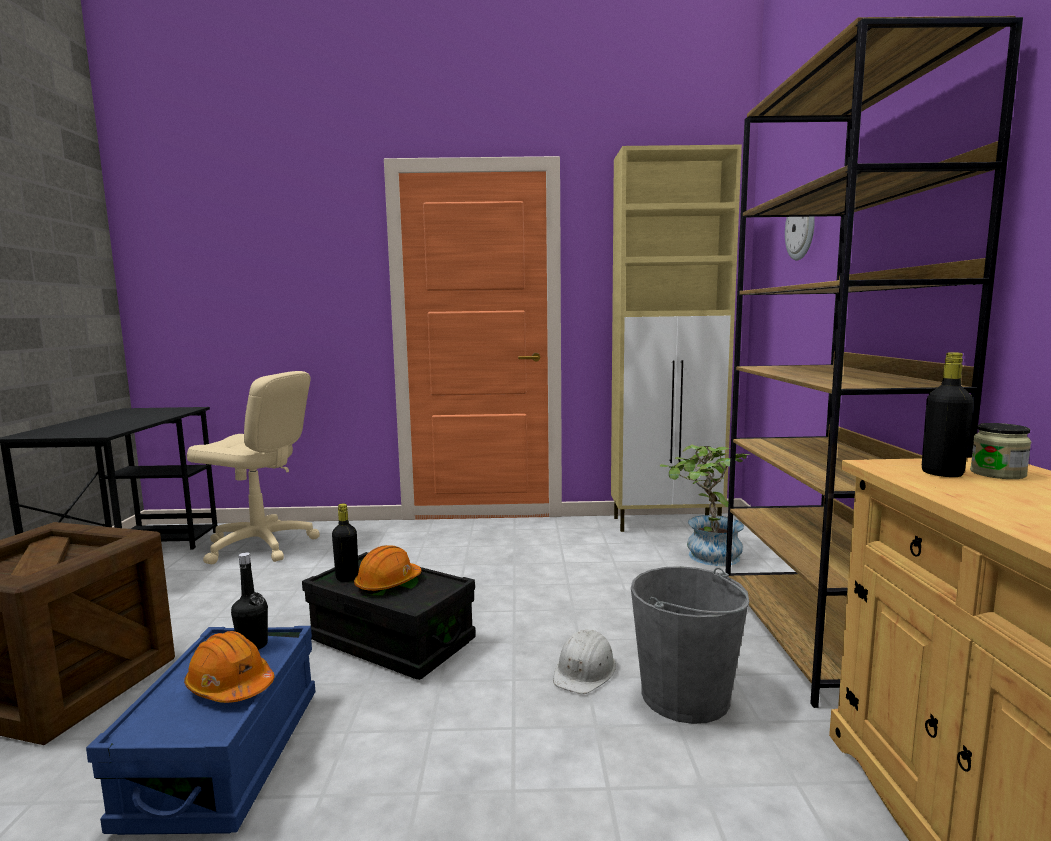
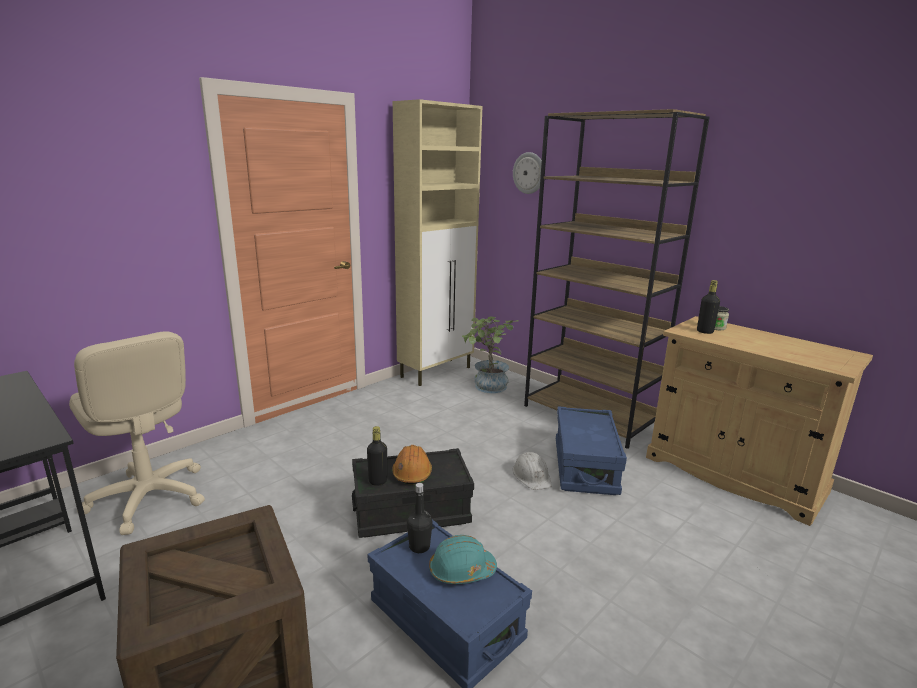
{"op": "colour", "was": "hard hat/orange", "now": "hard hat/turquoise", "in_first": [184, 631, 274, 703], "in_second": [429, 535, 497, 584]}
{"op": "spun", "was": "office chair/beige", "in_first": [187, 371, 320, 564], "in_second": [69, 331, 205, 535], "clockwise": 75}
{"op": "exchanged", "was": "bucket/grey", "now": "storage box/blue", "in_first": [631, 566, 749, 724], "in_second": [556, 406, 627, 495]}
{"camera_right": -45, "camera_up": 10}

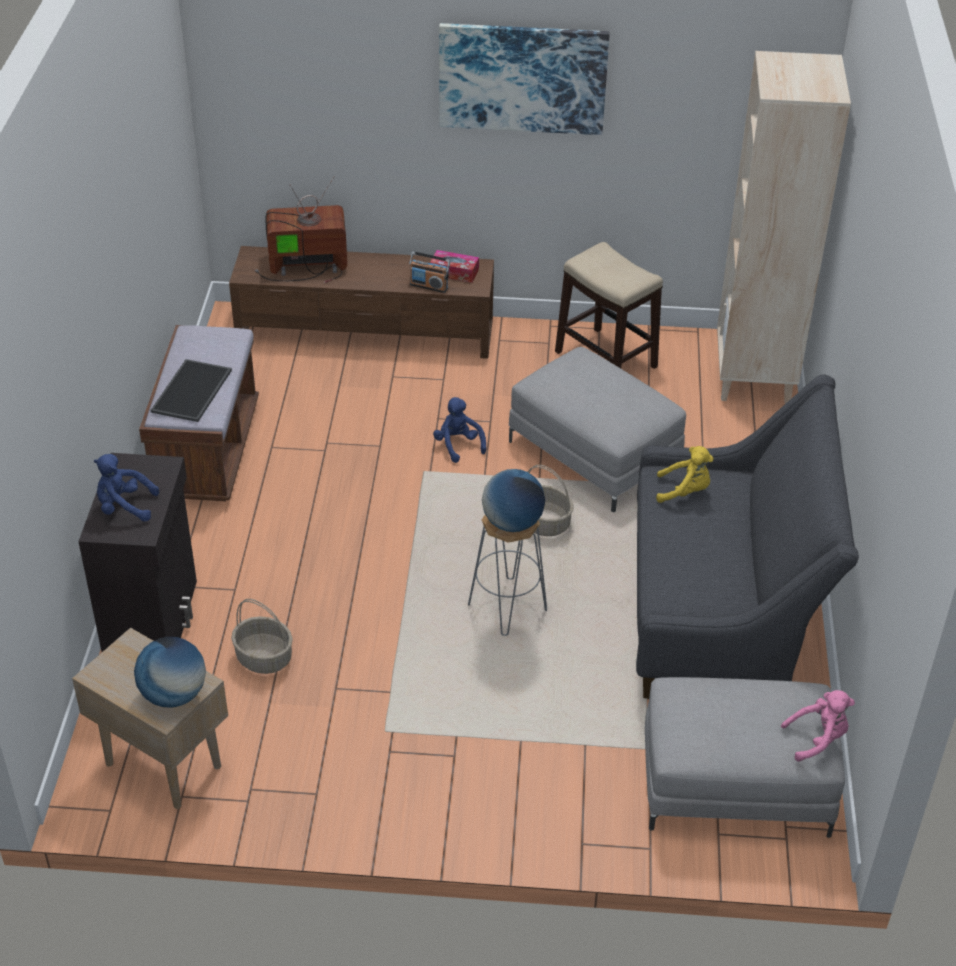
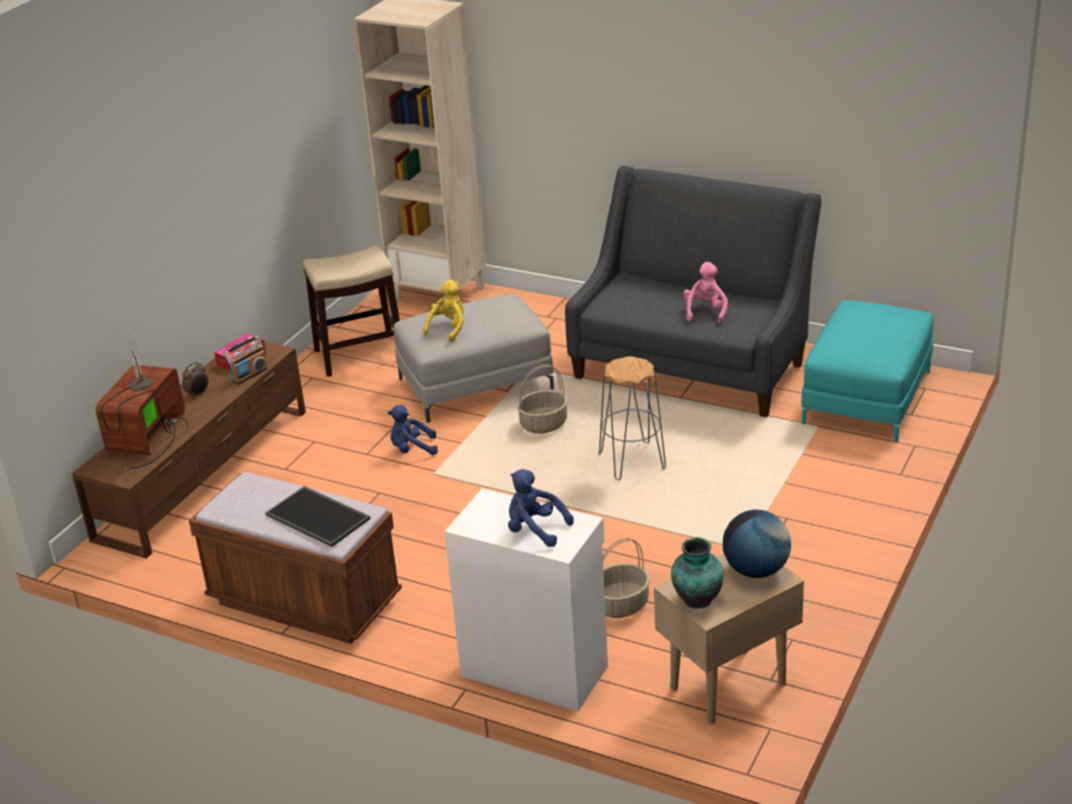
{"op": "colour", "was": "cabinet/black", "now": "cabinet/white", "in_first": [78, 453, 197, 652], "in_second": [445, 488, 608, 711]}
{"op": "spun", "was": "plush toy/blue", "in_first": [94, 454, 159, 522], "in_second": [508, 469, 574, 547], "clockwise": 90}
{"op": "missing", "was": "picture", "in_first": [439, 23, 610, 135]}
{"op": "missing", "was": "globe", "in_first": [482, 469, 545, 532]}
{"op": "colour", "was": "ottoman/grey", "now": "ottoman/turquoise", "in_first": [645, 677, 845, 838], "in_second": [801, 300, 934, 442]}
{"op": "relocated", "was": "plush toy/yellow", "in_first": [656, 446, 714, 503], "in_second": [423, 280, 464, 342]}
{"op": "relocated", "was": "plush toy/pink", "in_first": [781, 690, 855, 762], "in_second": [683, 262, 728, 324]}
{"op": "appeared", "now": "alarm clock", "in_second": [182, 362, 208, 399]}
{"op": "appeared", "now": "vase", "in_second": [671, 537, 724, 609]}
{"camera_right": -65, "camera_up": -10}

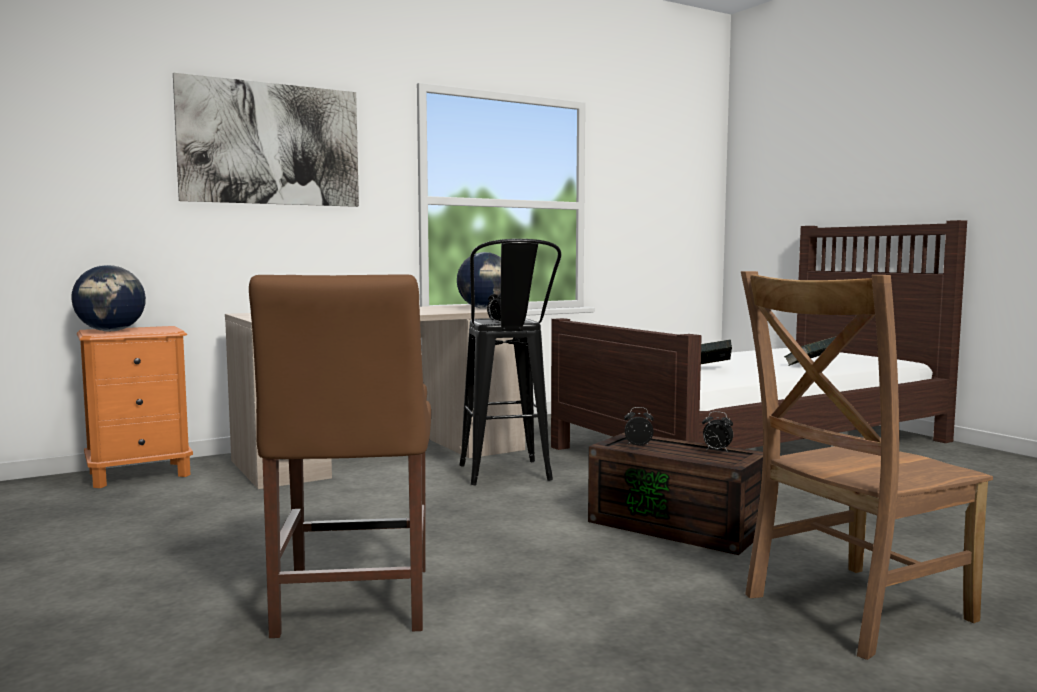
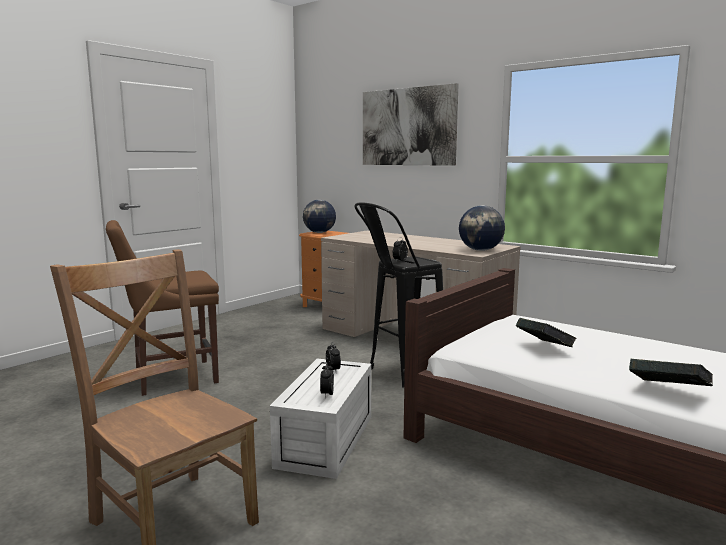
{"op": "colour", "was": "storage box/brown", "now": "storage box/white", "in_first": [588, 432, 763, 555], "in_second": [270, 358, 371, 479]}
{"camera_right": 70, "camera_up": 5}

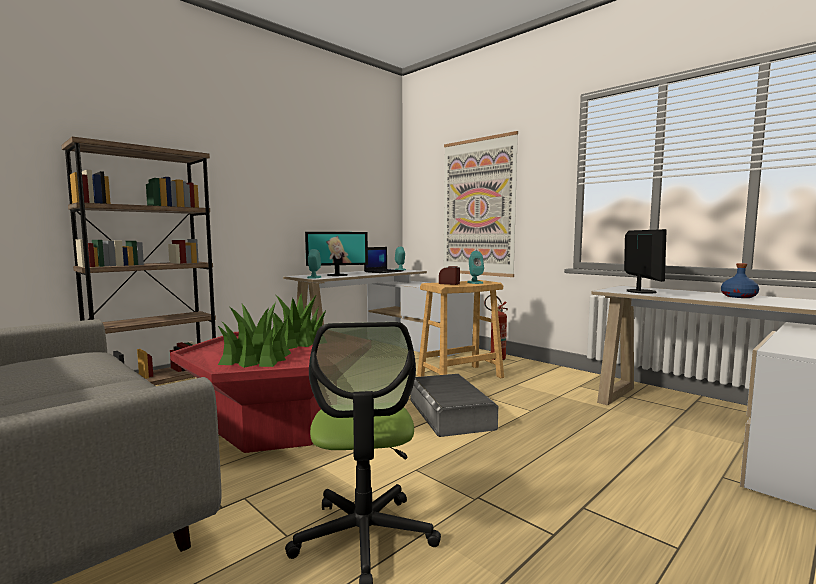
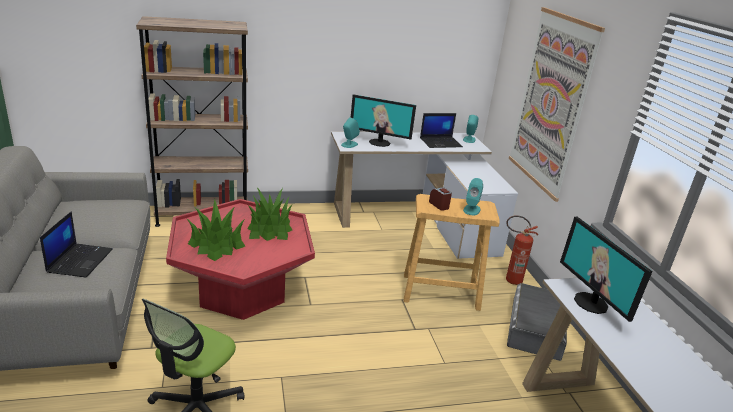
{"op": "relocated", "was": "storage box/grey", "in_first": [410, 374, 498, 437], "in_second": [507, 283, 567, 361]}
{"op": "spun", "was": "monitor", "in_first": [624, 229, 667, 294], "in_second": [560, 217, 652, 322], "clockwise": 120}
{"op": "missing", "was": "bottle/blue", "in_first": [721, 263, 759, 298]}
{"op": "appeared", "now": "laptop", "in_second": [40, 211, 113, 278]}
{"camera_right": 30, "camera_up": 20}

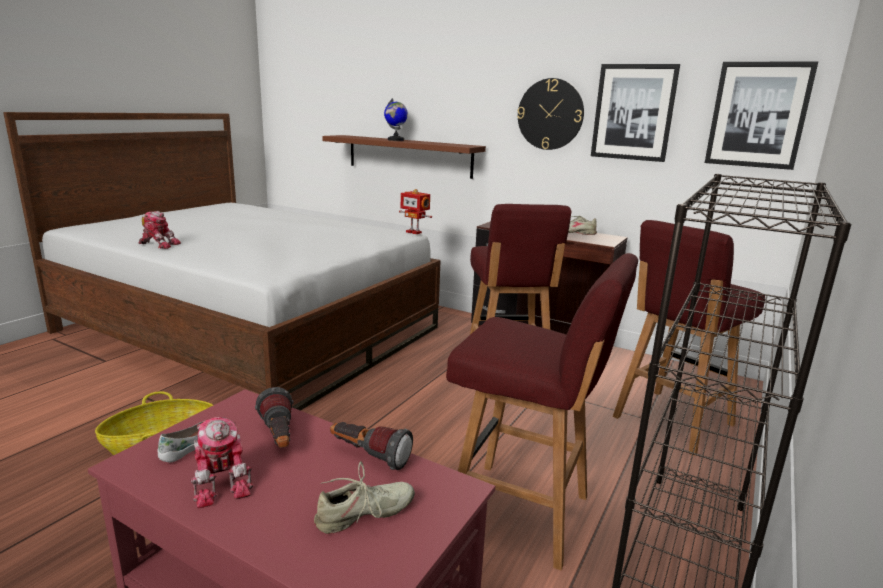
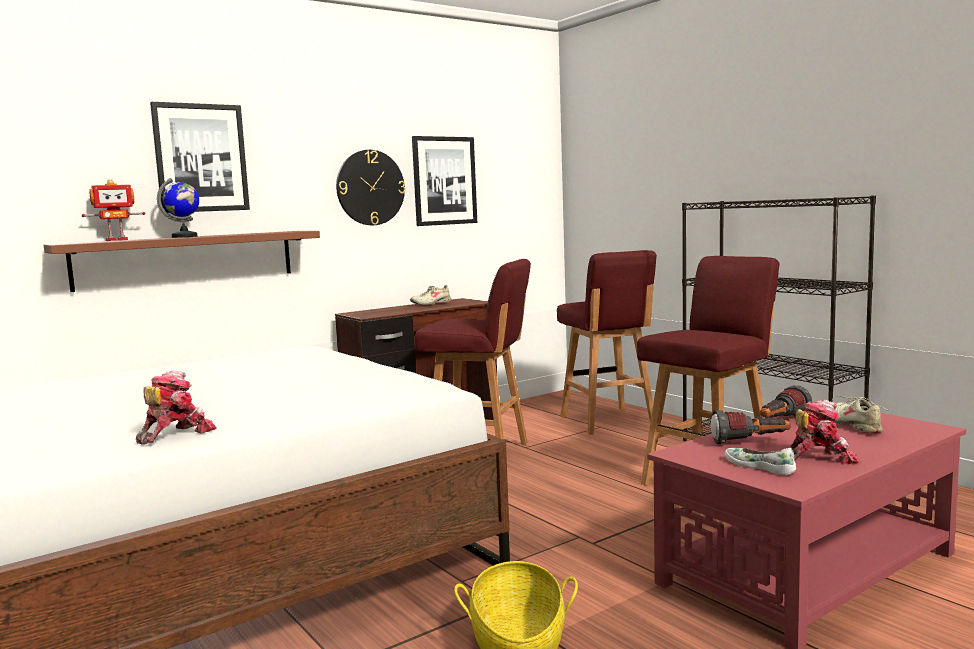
{"op": "relocated", "was": "toy robot", "in_first": [399, 189, 432, 234], "in_second": [82, 179, 145, 241]}
{"op": "relocated", "was": "picture", "in_first": [705, 62, 818, 170], "in_second": [150, 102, 250, 213]}
{"camera_right": -65, "camera_up": -10}

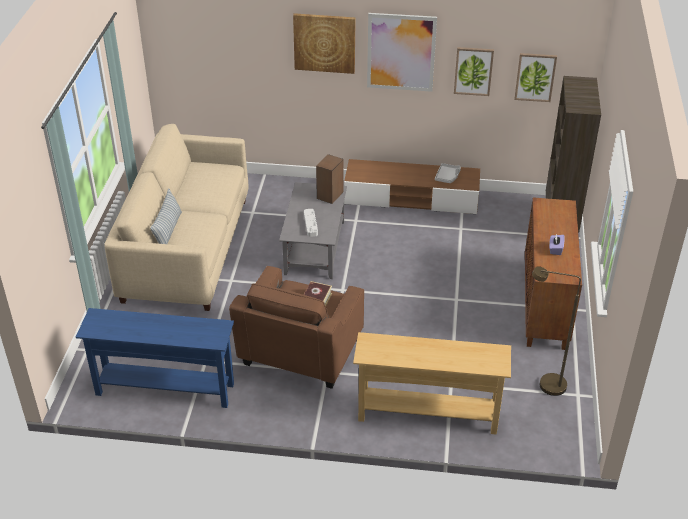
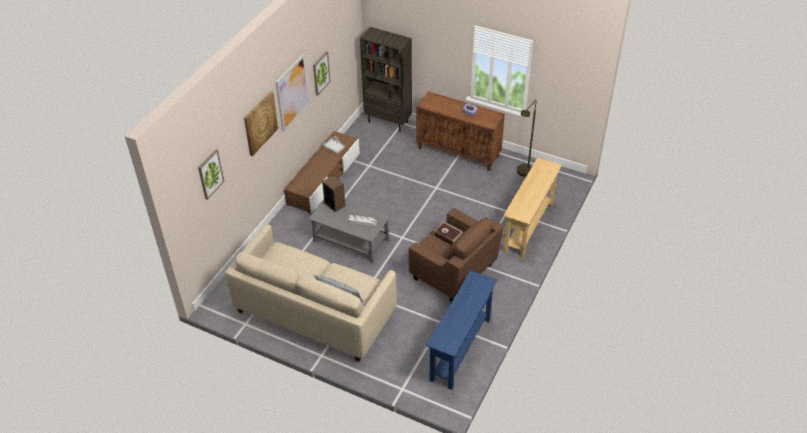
{"op": "relocated", "was": "picture", "in_first": [515, 53, 557, 102], "in_second": [198, 149, 225, 200]}
{"camera_right": -70, "camera_up": 5}

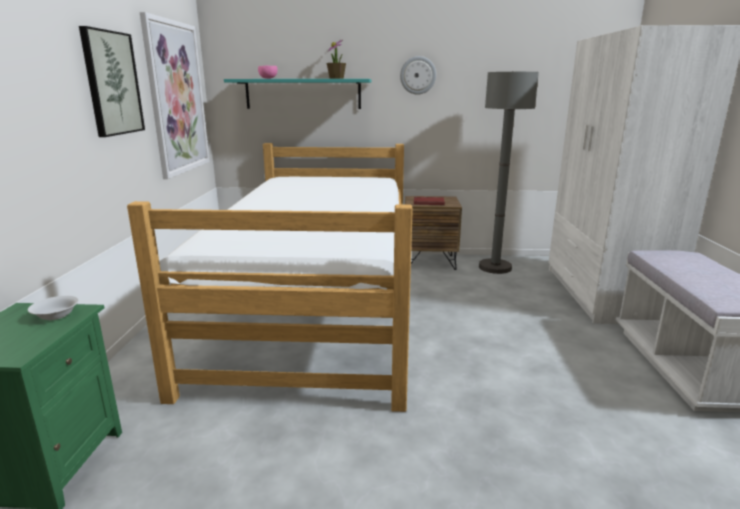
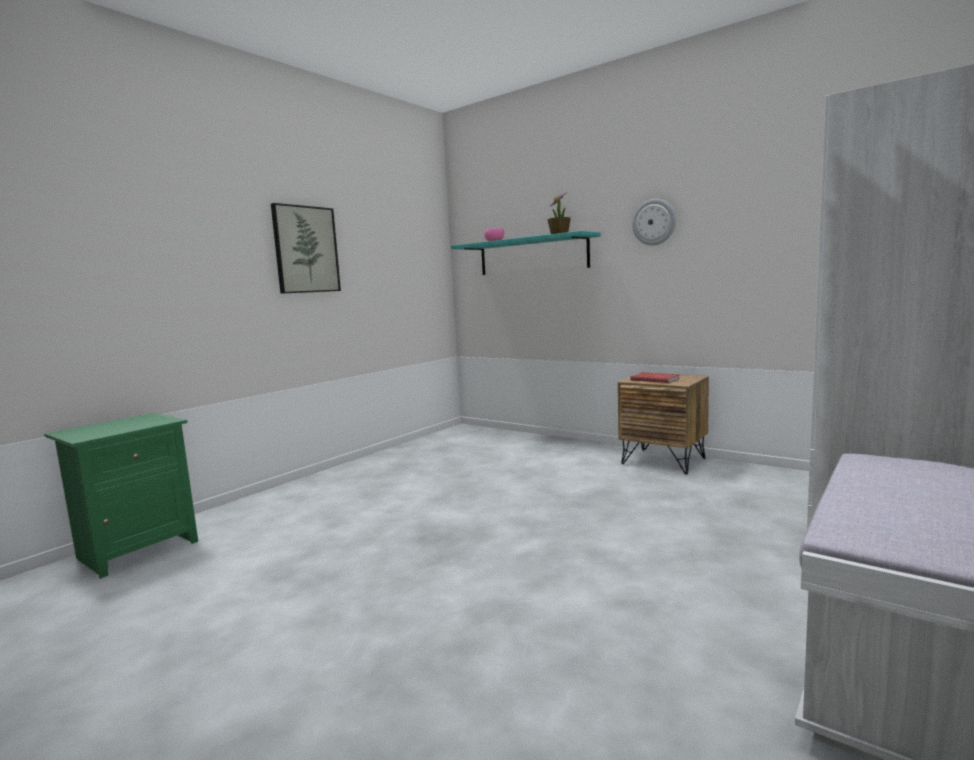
{"op": "missing", "was": "bowl/white", "in_first": [28, 296, 79, 320]}
{"op": "missing", "was": "bed", "in_first": [127, 143, 413, 412]}
{"op": "missing", "was": "picture", "in_first": [140, 12, 210, 179]}
{"op": "missing", "was": "floor lamp/grey", "in_first": [479, 71, 539, 274]}
{"camera_right": 35, "camera_up": -10}

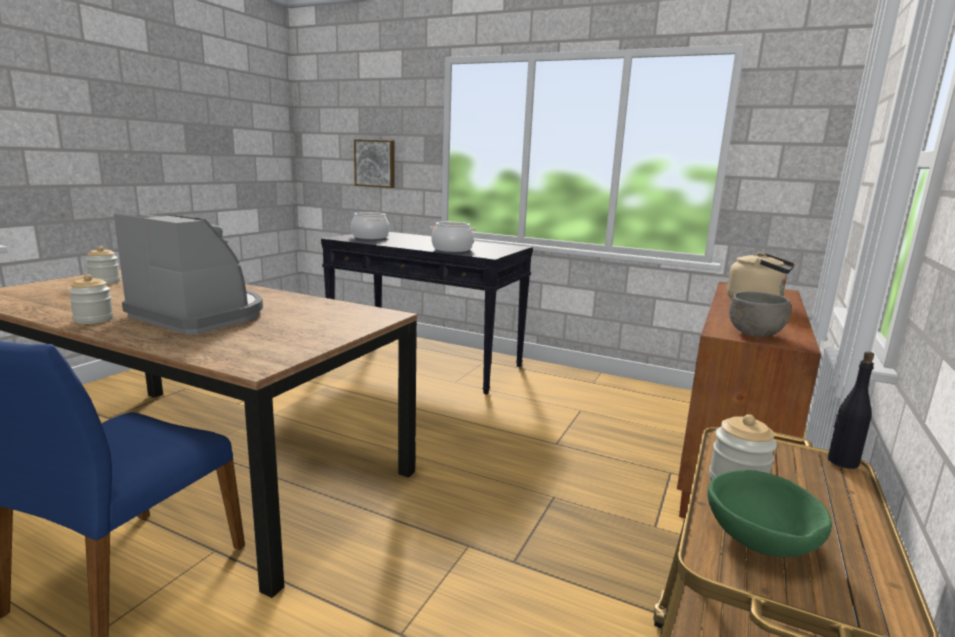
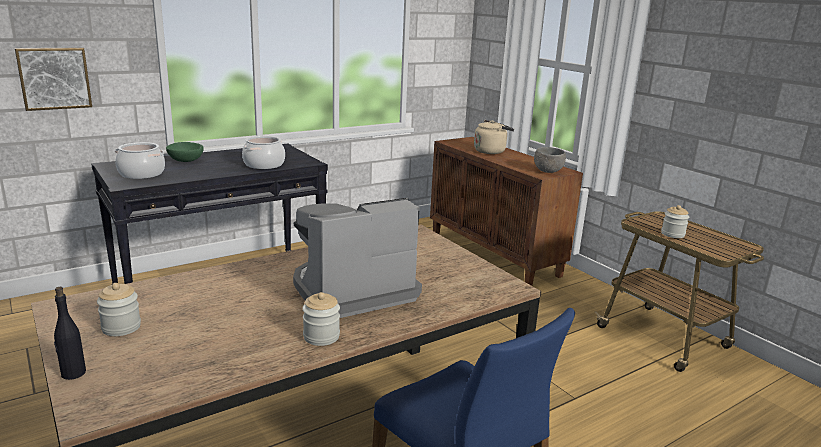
{"op": "relocated", "was": "bowl/green", "in_first": [708, 470, 832, 557], "in_second": [166, 142, 204, 162]}
{"op": "relocated", "was": "bottle/black", "in_first": [828, 351, 874, 469], "in_second": [54, 287, 86, 380]}
{"camera_right": -60, "camera_up": 5}

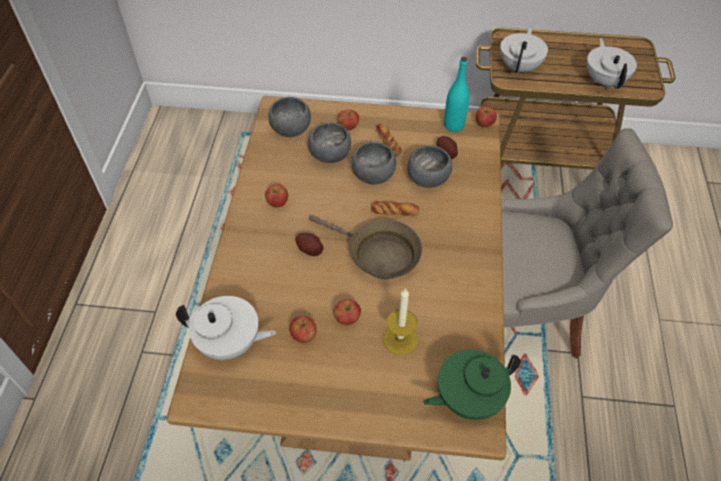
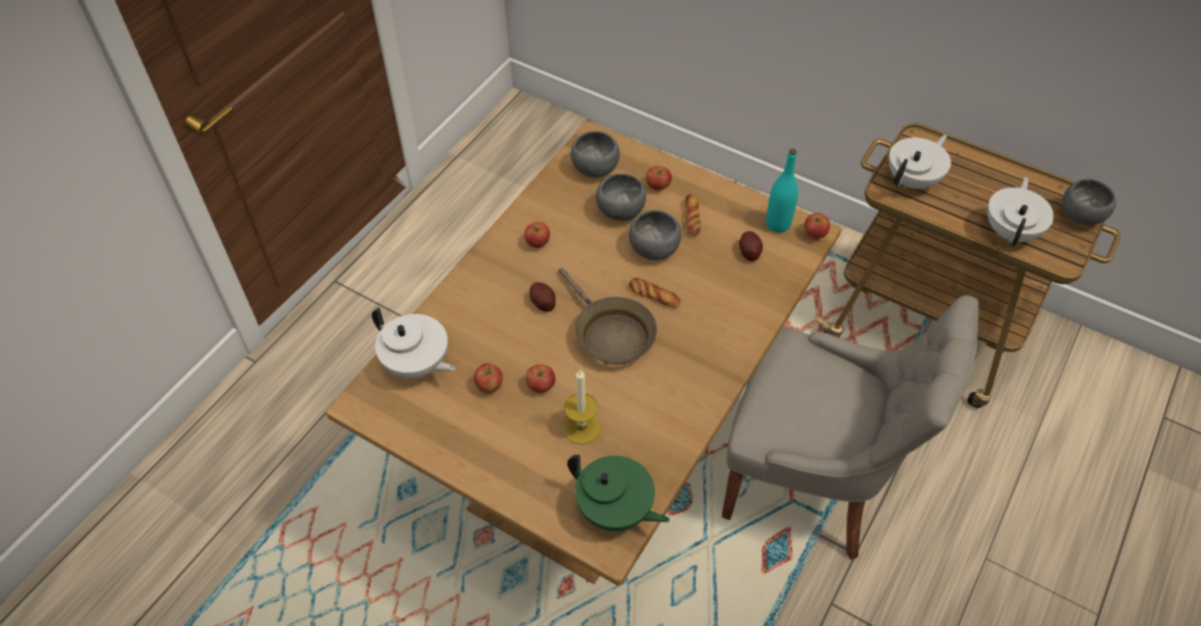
{"op": "relocated", "was": "bowl/grey", "in_first": [407, 145, 452, 188], "in_second": [1062, 179, 1116, 225]}
{"op": "spun", "was": "teapot/green", "in_first": [423, 349, 521, 420], "in_second": [567, 455, 670, 531], "clockwise": -150}
{"camera_right": 25, "camera_up": 0}

